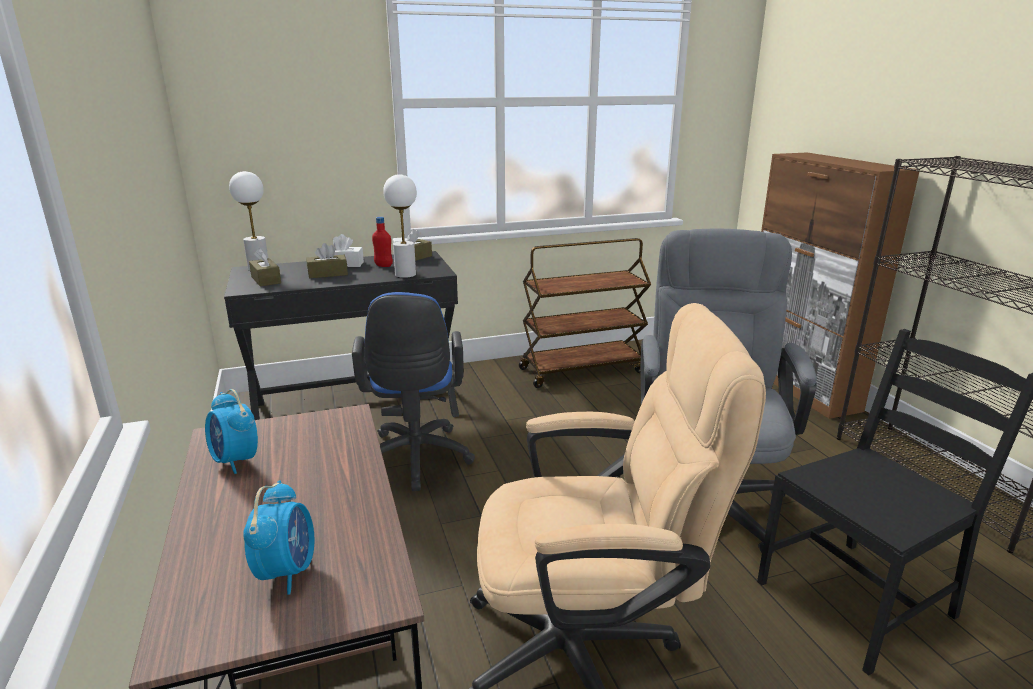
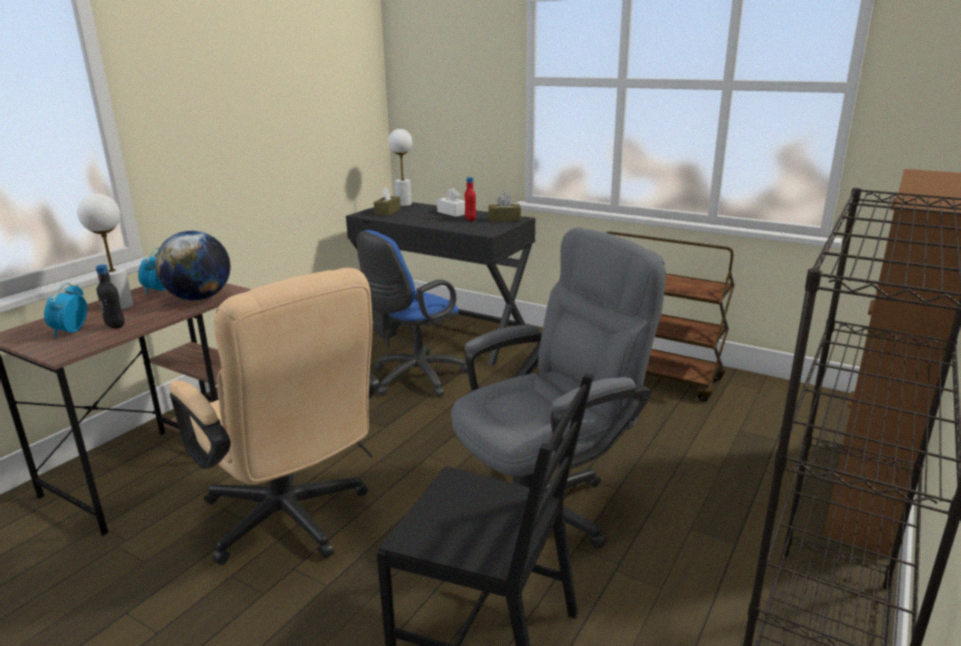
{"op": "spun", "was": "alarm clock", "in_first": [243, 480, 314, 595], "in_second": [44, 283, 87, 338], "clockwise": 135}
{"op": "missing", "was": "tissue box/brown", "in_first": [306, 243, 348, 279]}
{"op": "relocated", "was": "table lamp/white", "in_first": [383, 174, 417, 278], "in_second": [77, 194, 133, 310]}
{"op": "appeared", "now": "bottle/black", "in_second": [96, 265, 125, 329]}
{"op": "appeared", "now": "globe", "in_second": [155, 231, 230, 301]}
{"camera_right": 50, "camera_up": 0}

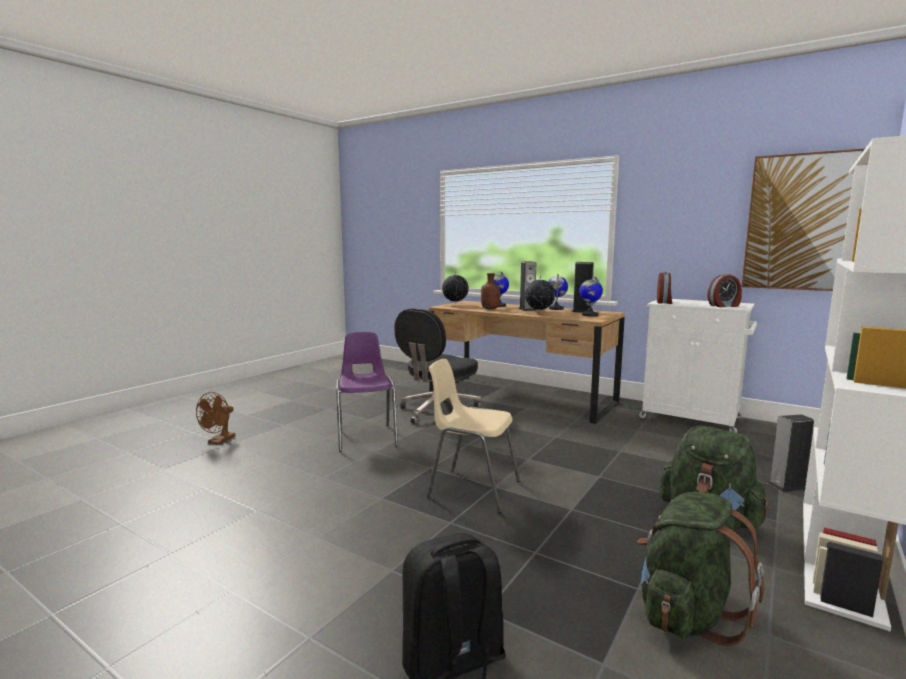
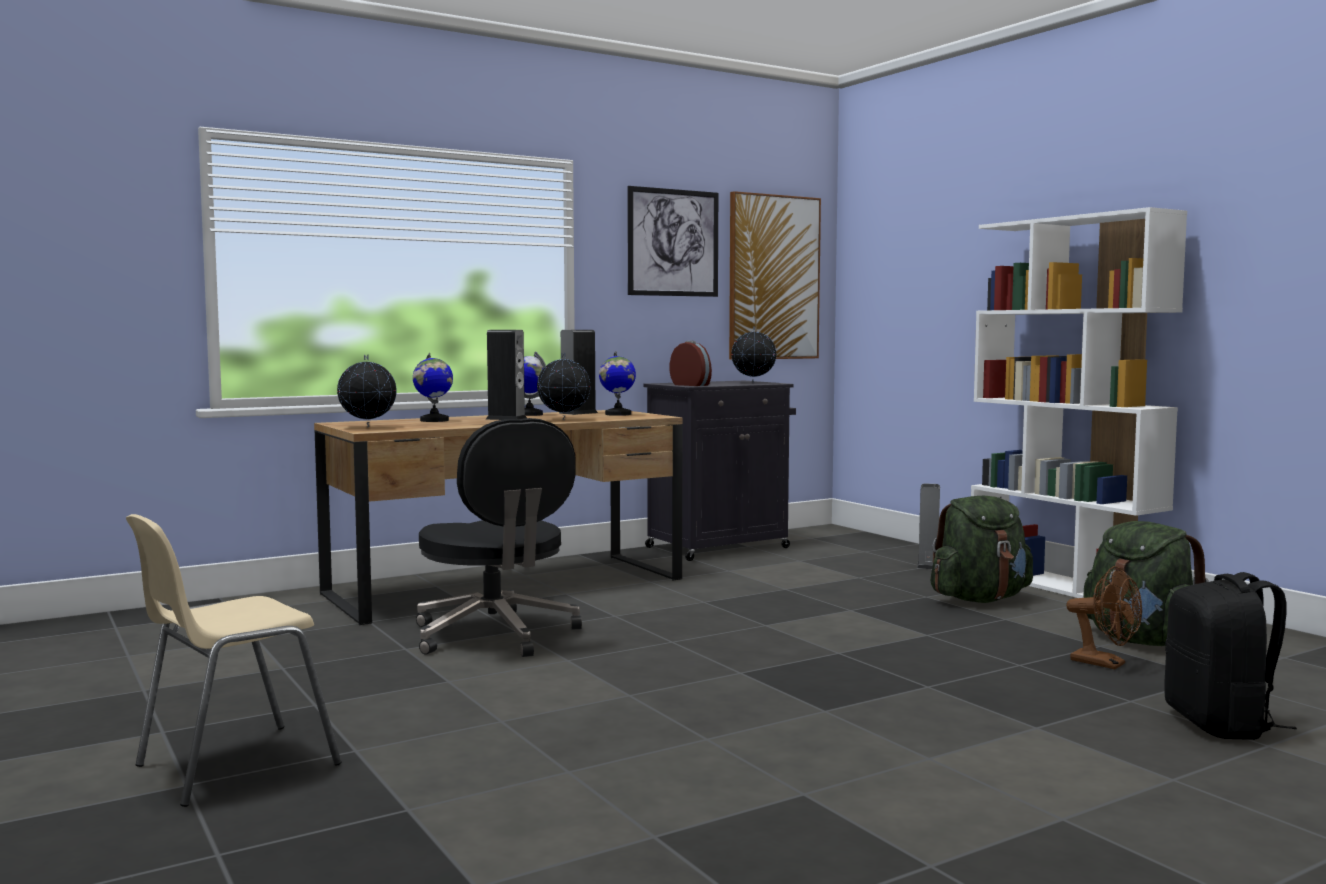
{"op": "relocated", "was": "fan/brown", "in_first": [196, 392, 236, 445], "in_second": [1066, 566, 1142, 669]}
{"op": "missing", "was": "chair/purple", "in_first": [336, 332, 398, 452]}
{"op": "relocated", "was": "chair/beige", "in_first": [427, 359, 520, 513], "in_second": [126, 514, 341, 807]}
{"op": "missing", "was": "bottle/brown", "in_first": [481, 273, 500, 309]}
{"op": "colour", "was": "cabinet/white", "now": "cabinet/black", "in_first": [639, 299, 757, 433], "in_second": [643, 381, 796, 561]}
{"op": "exchanged", "was": "alarm clock", "now": "globe", "in_first": [707, 274, 742, 307], "in_second": [731, 326, 776, 383]}
{"op": "appeared", "now": "picture", "in_second": [627, 186, 718, 297]}
{"camera_right": -65, "camera_up": -5}

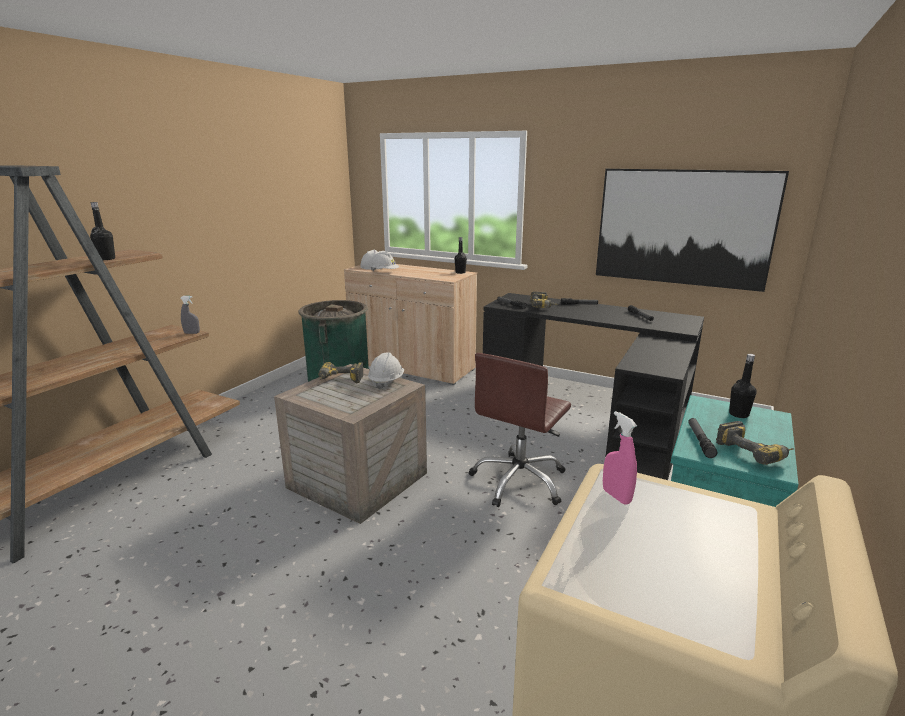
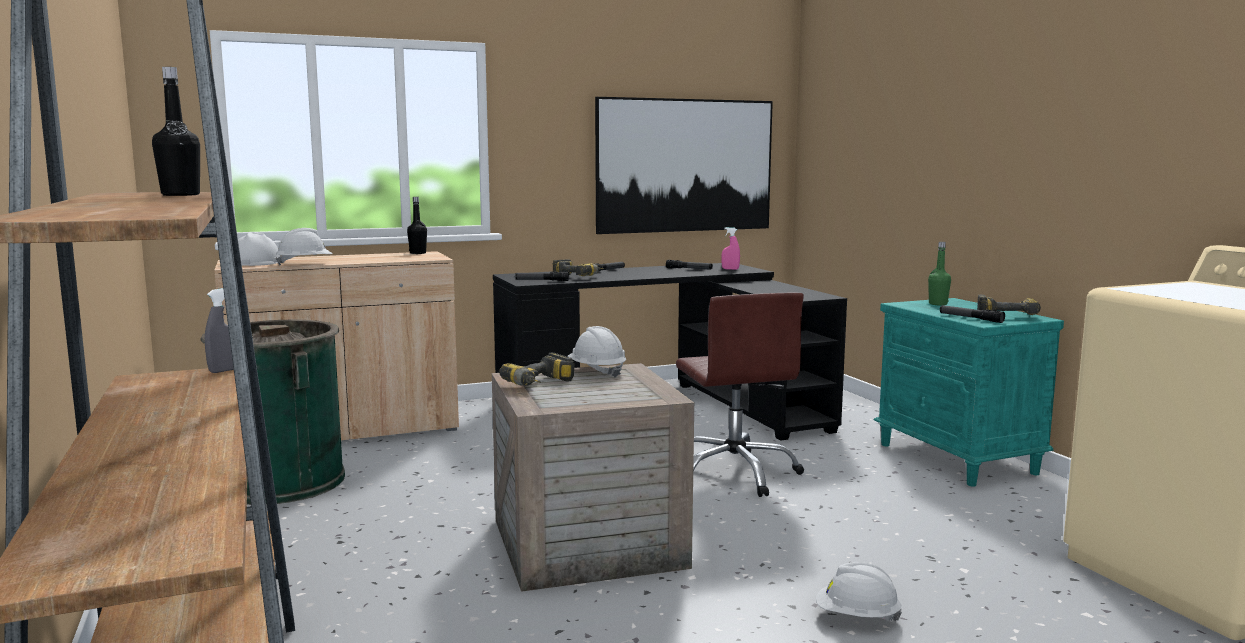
{"op": "relocated", "was": "spray bottle/pink", "in_first": [603, 411, 637, 505], "in_second": [721, 227, 740, 270]}
{"op": "colour", "was": "bottle/black", "now": "bottle/green", "in_first": [729, 354, 757, 418], "in_second": [928, 242, 951, 305]}
{"op": "appeared", "now": "hard hat/white", "in_second": [816, 562, 902, 621]}
{"camera_right": -50, "camera_up": -10}

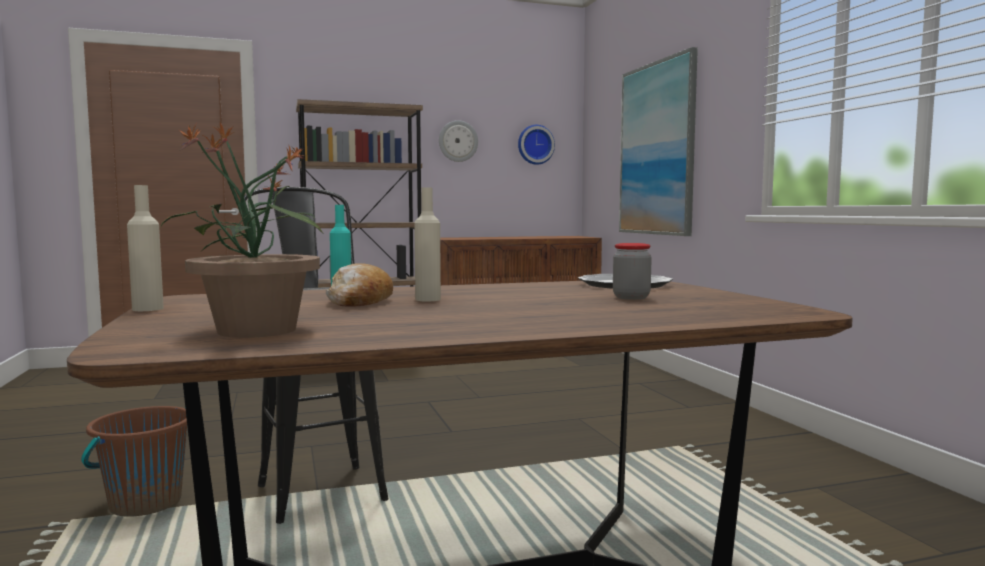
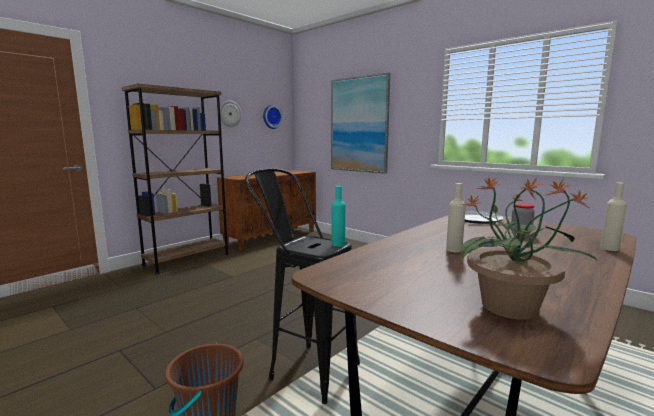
{"op": "relocated", "was": "bottle/beige", "in_first": [127, 185, 164, 311], "in_second": [600, 182, 627, 251]}
{"op": "missing", "was": "bread", "in_first": [326, 263, 393, 307]}
{"camera_right": -30, "camera_up": 5}

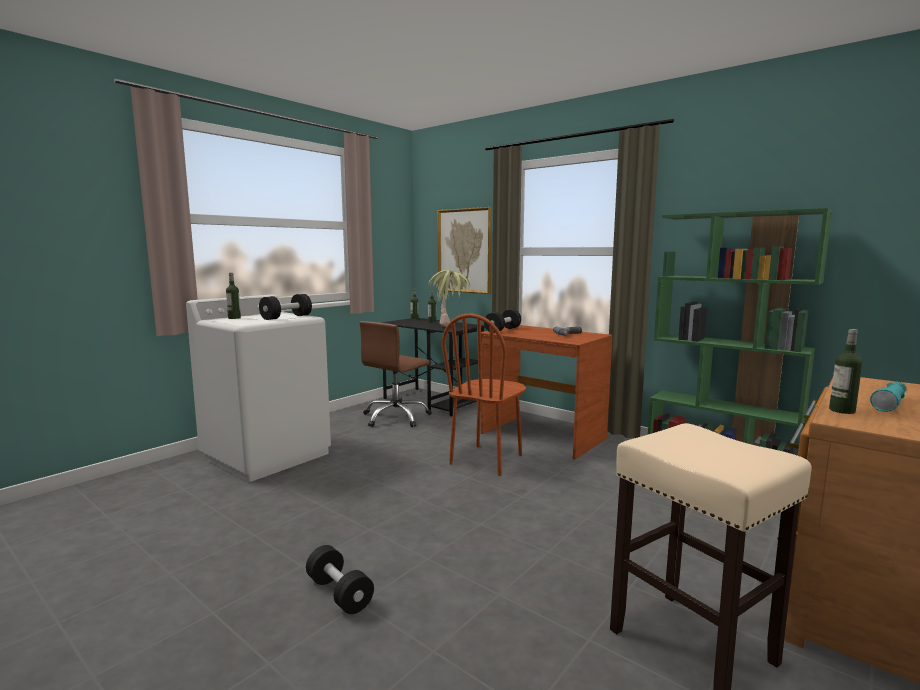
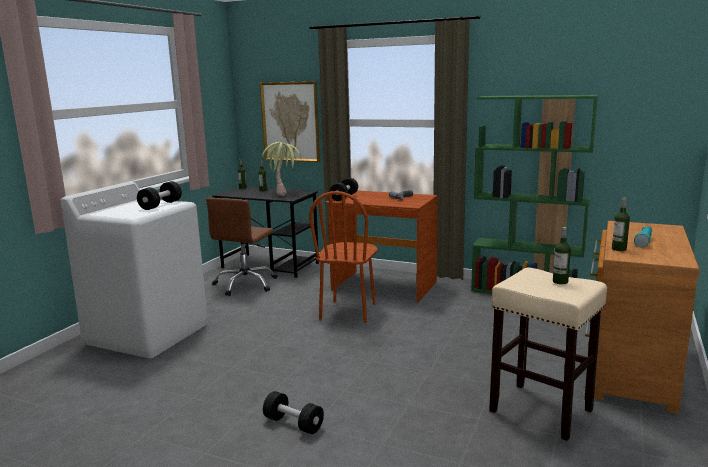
{"op": "relocated", "was": "bottle", "in_first": [226, 273, 241, 319], "in_second": [553, 227, 571, 284]}
{"camera_right": -15, "camera_up": 5}

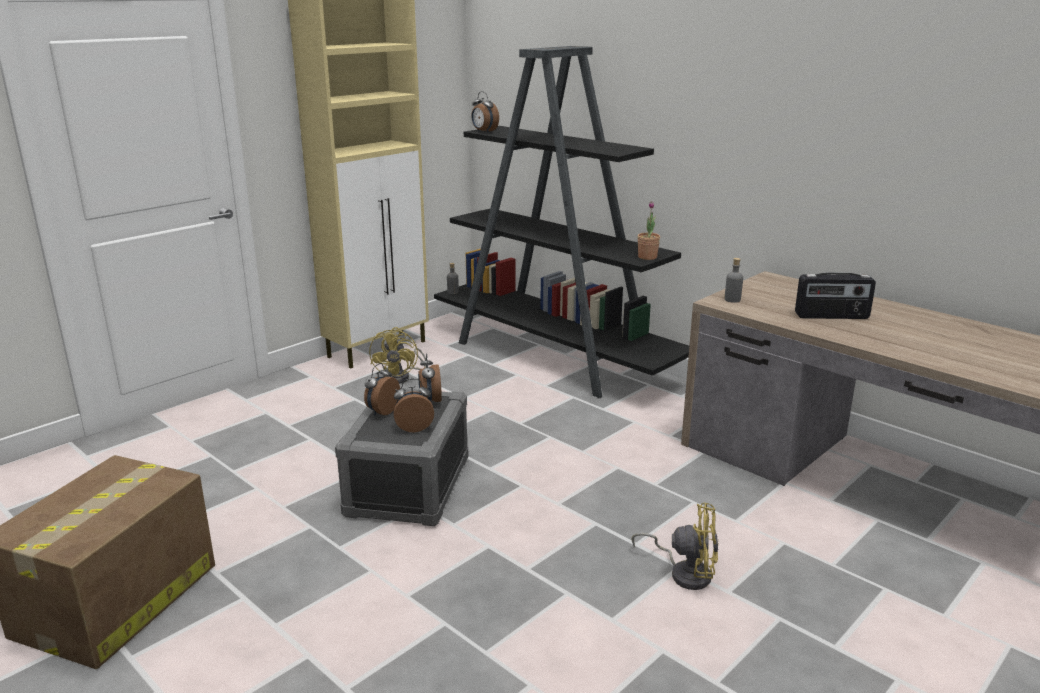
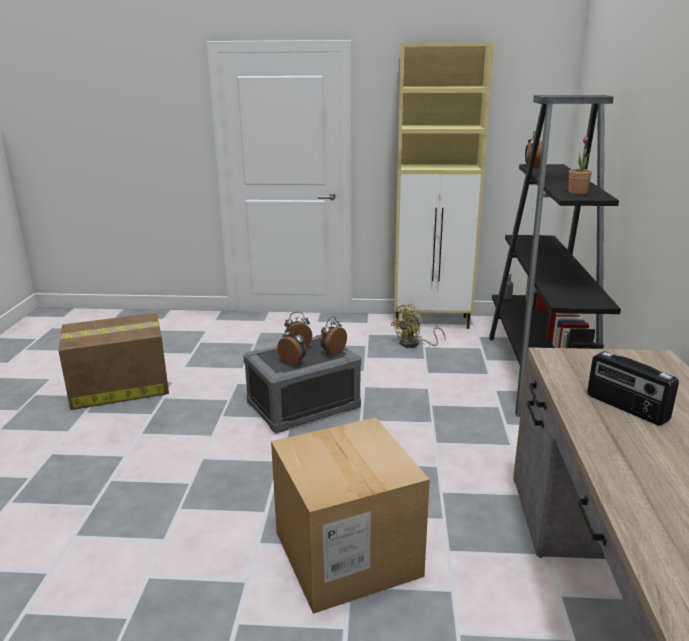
{"op": "exchanged", "was": "fan/yellow", "now": "cardboard box", "in_first": [632, 503, 719, 590], "in_second": [271, 418, 430, 614]}
{"op": "relocated", "was": "potted plant", "in_first": [637, 201, 660, 260], "in_second": [568, 137, 592, 194]}
{"op": "missing", "was": "bottle/grey", "in_first": [724, 258, 743, 303]}
{"camera_right": 50, "camera_up": 0}

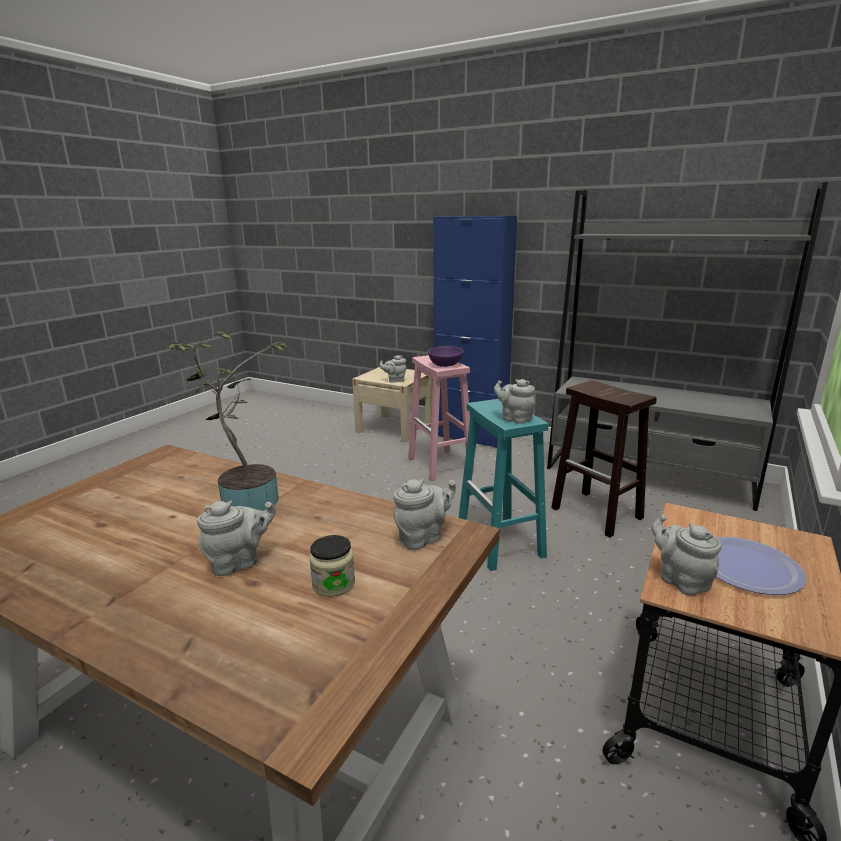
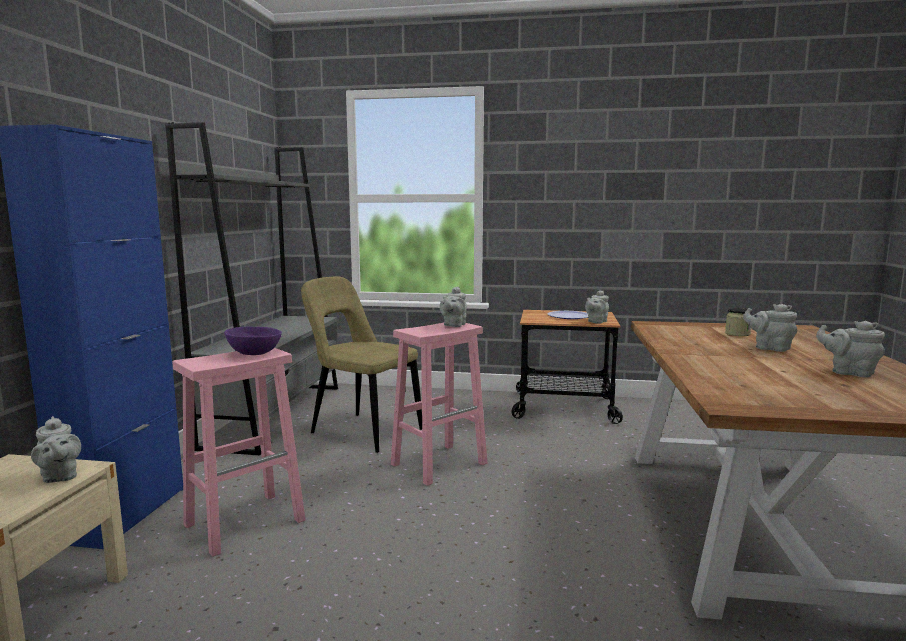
{"op": "missing", "was": "potted plant", "in_first": [165, 331, 290, 511]}
{"op": "relocated", "was": "teapot/grey", "in_first": [393, 479, 456, 550], "in_second": [816, 321, 885, 377]}
{"op": "colour", "was": "stool/turquoise", "now": "stool/pink", "in_first": [459, 399, 549, 571], "in_second": [391, 323, 487, 486]}
{"op": "exchanged", "was": "stool/brown", "now": "chair/beige", "in_first": [551, 380, 657, 537], "in_second": [301, 276, 422, 453]}
{"camera_right": -110, "camera_up": -10}

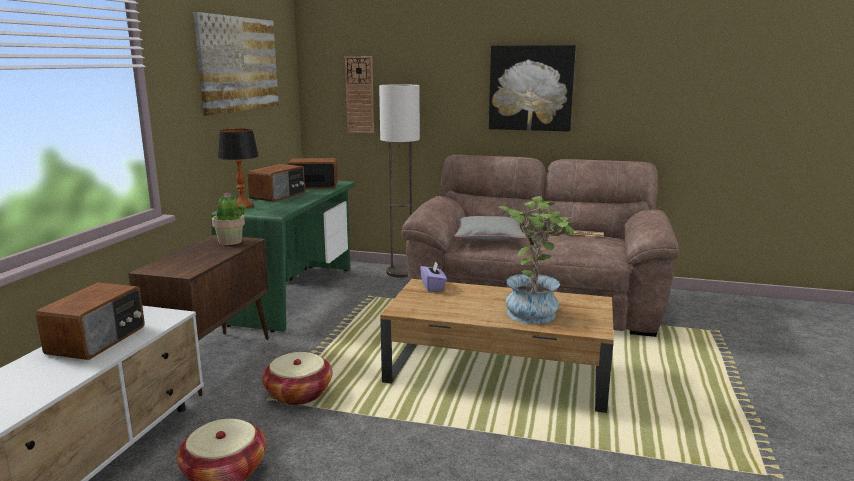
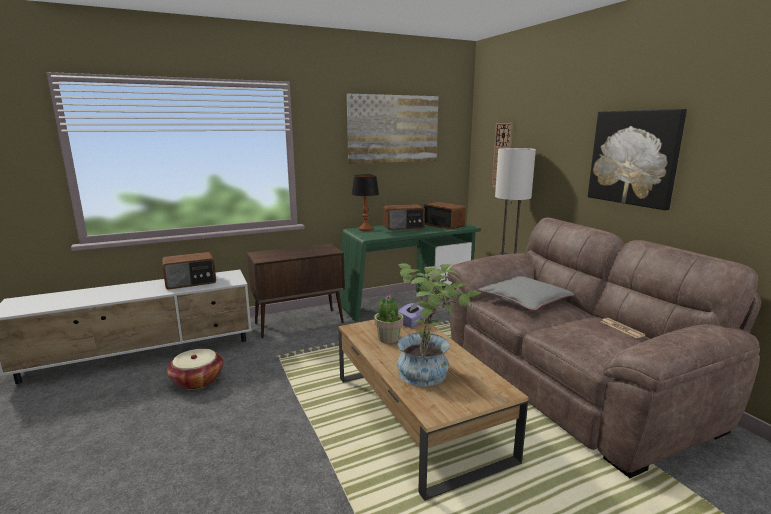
{"op": "relocated", "was": "potted plant", "in_first": [212, 193, 246, 245], "in_second": [374, 295, 403, 343]}
{"op": "missing", "was": "basket", "in_first": [262, 352, 332, 405]}
{"camera_right": 50, "camera_up": 0}

